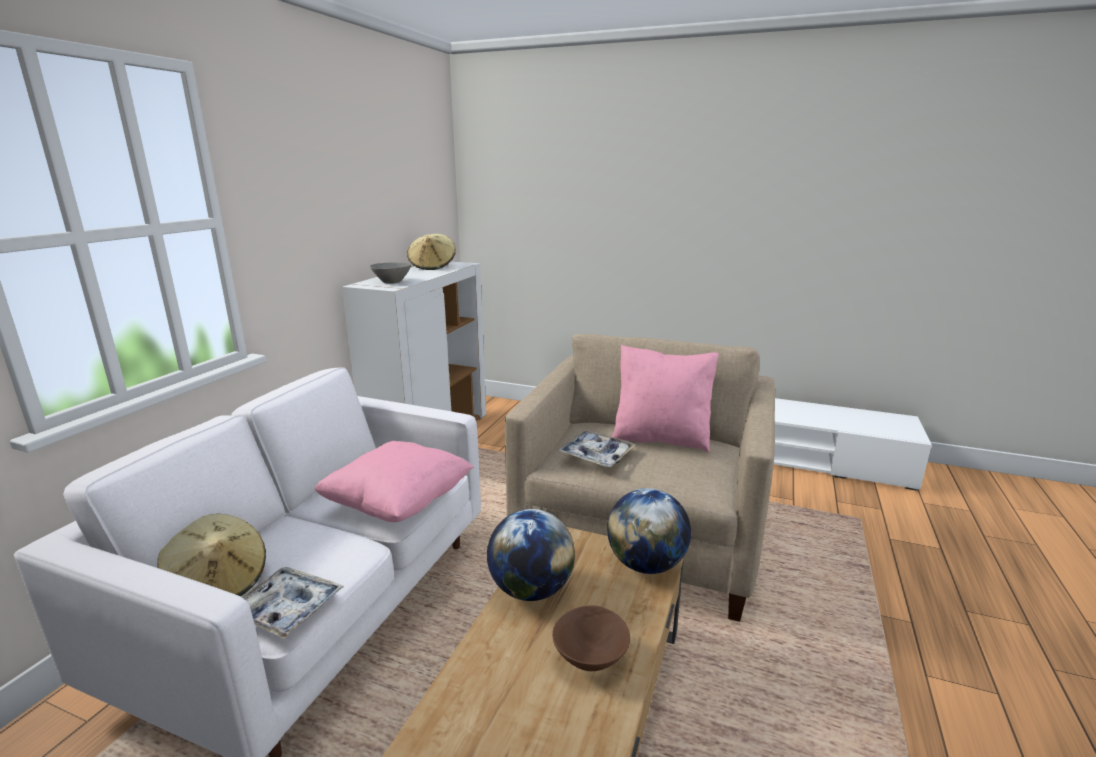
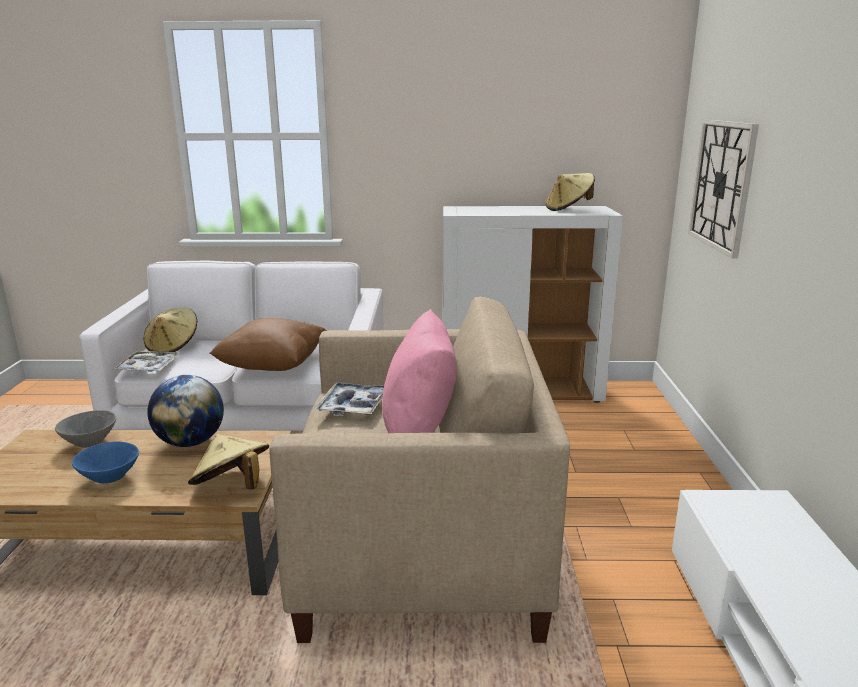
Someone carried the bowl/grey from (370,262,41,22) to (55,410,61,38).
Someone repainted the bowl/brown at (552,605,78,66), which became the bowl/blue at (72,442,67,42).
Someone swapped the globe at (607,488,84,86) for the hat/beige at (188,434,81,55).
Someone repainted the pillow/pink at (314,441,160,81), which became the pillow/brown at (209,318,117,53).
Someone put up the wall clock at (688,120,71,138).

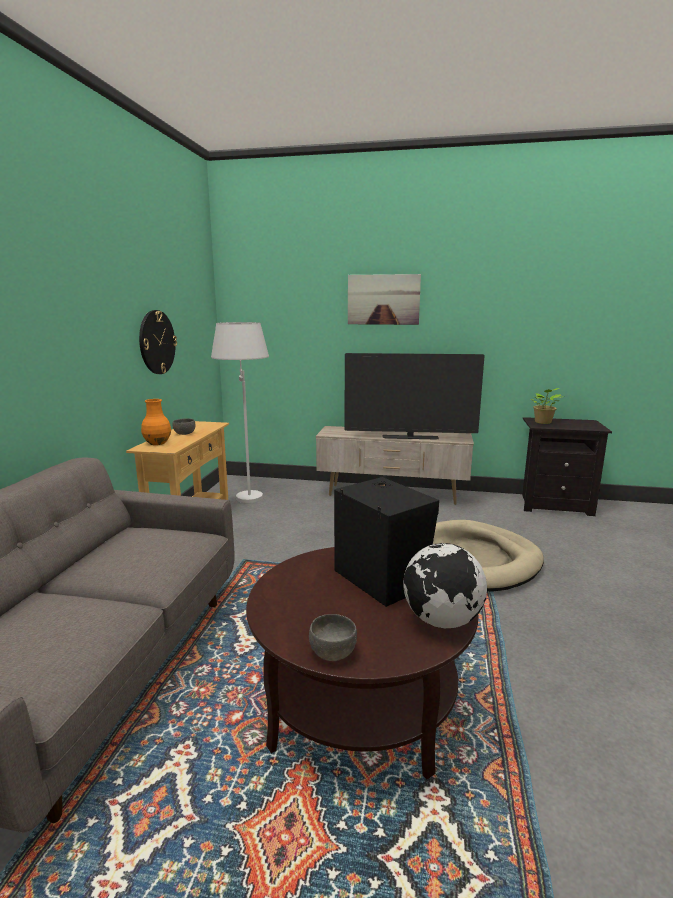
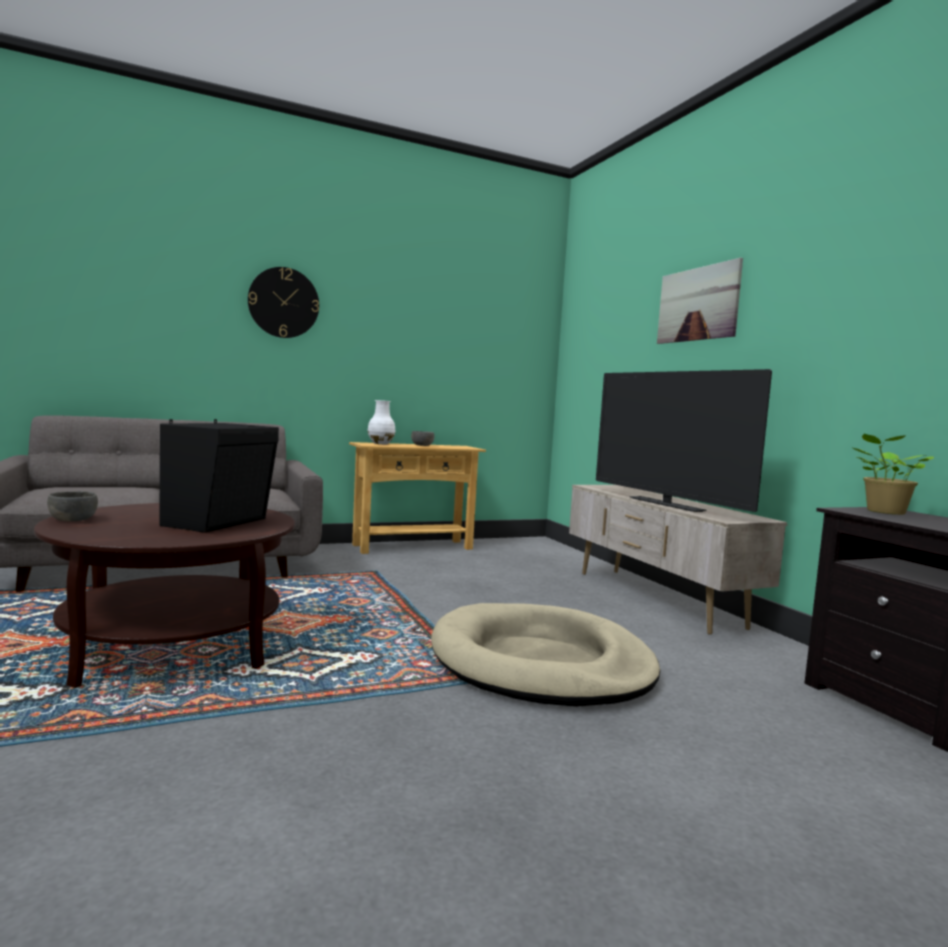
Someone carried the wall clock from (139,310,38,64) to (248,267,71,71).
Someone repainted the vase/orange at (141,399,30,46), which became the vase/white at (368,400,27,44).
Someone took away the floor lamp/white at (211,322,58,181).
Someone took away the globe at (403,543,84,85).

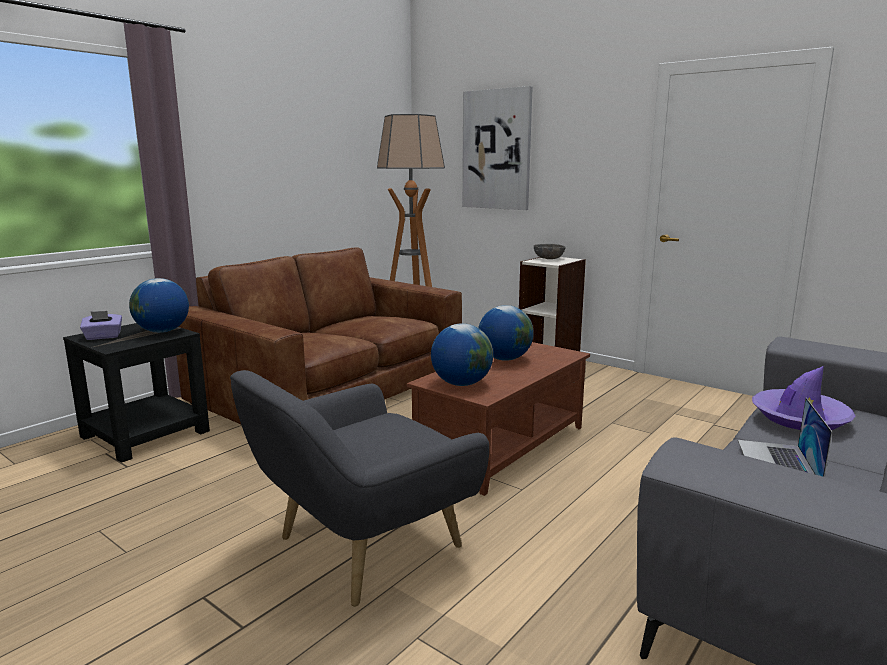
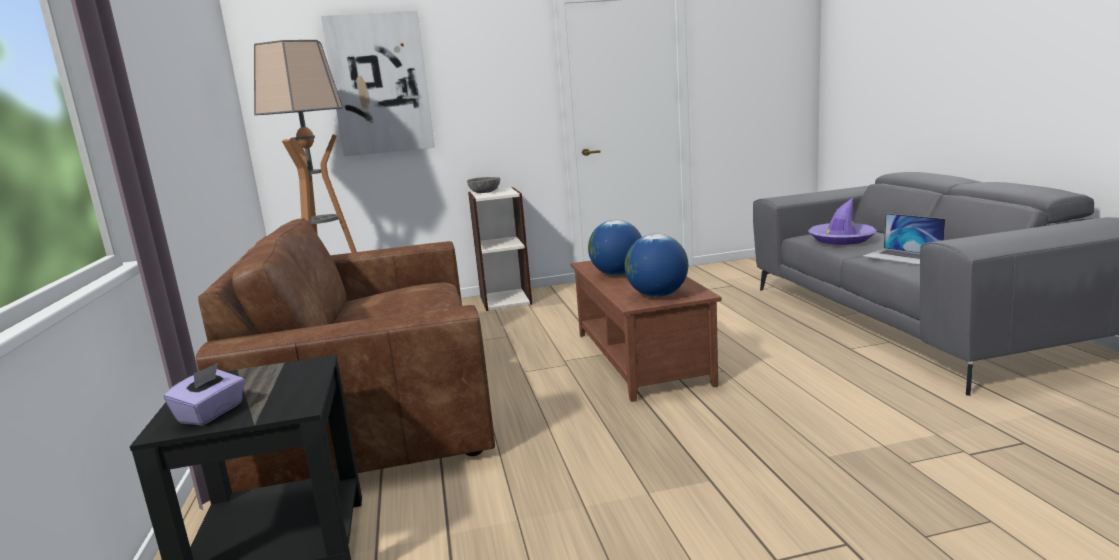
Someone took away the globe at (129,278,60,55).
Someone took away the armchair/grey at (230,370,259,237).

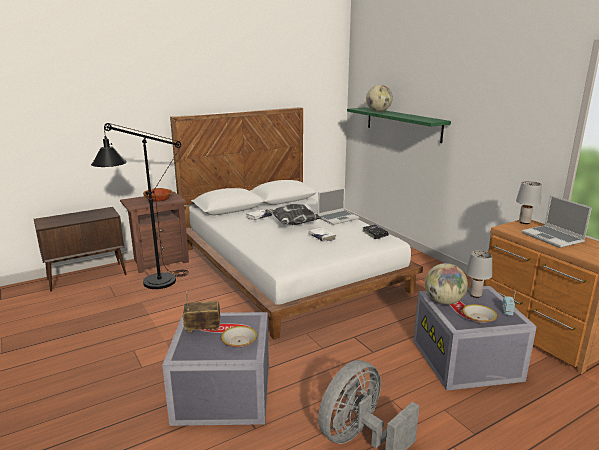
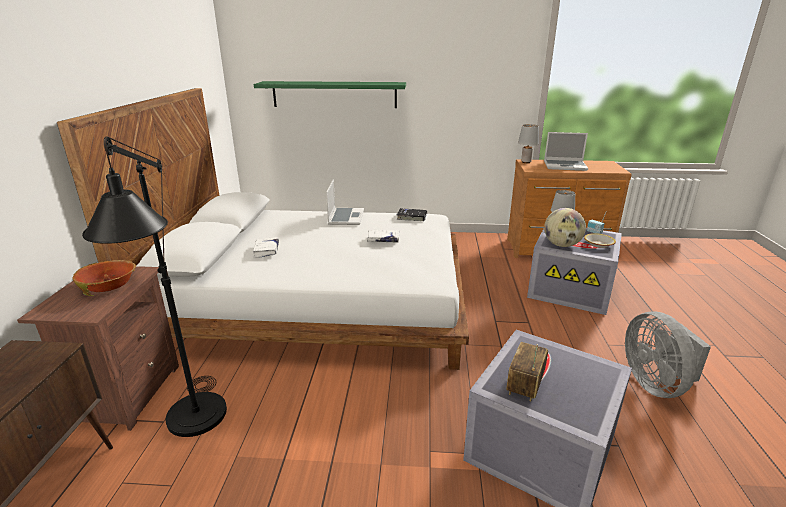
Someone took away the bowl at (221,326,36,22).
Someone took away the pillow at (265,204,57,21).
Someone took away the globe at (366,85,27,27).

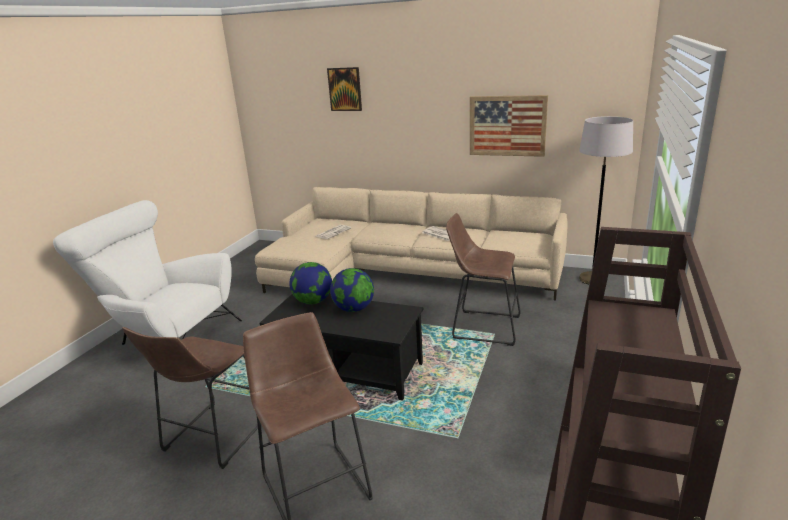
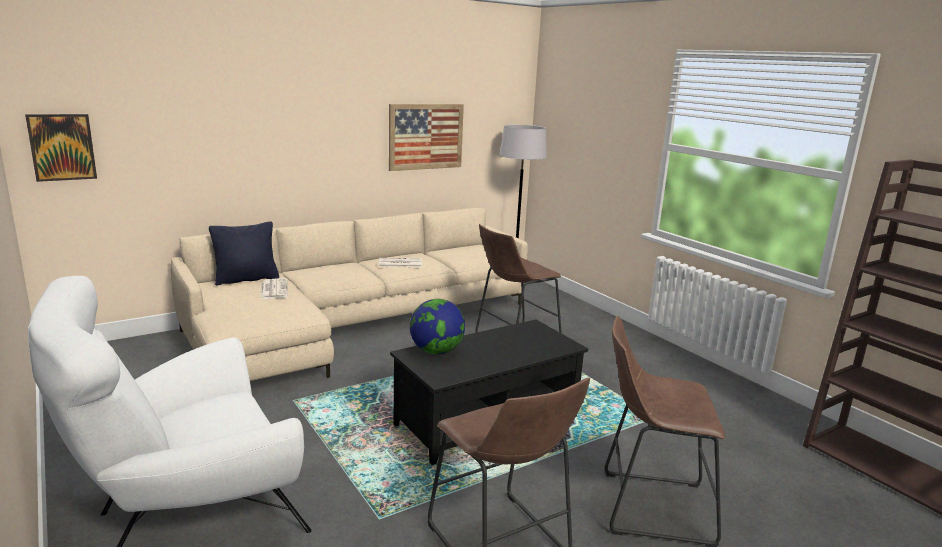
Someone carried the picture from (327,67,35,44) to (25,114,72,68).
Someone put down the pillow/black at (209,221,70,64).
Someone took away the globe at (330,268,44,44).

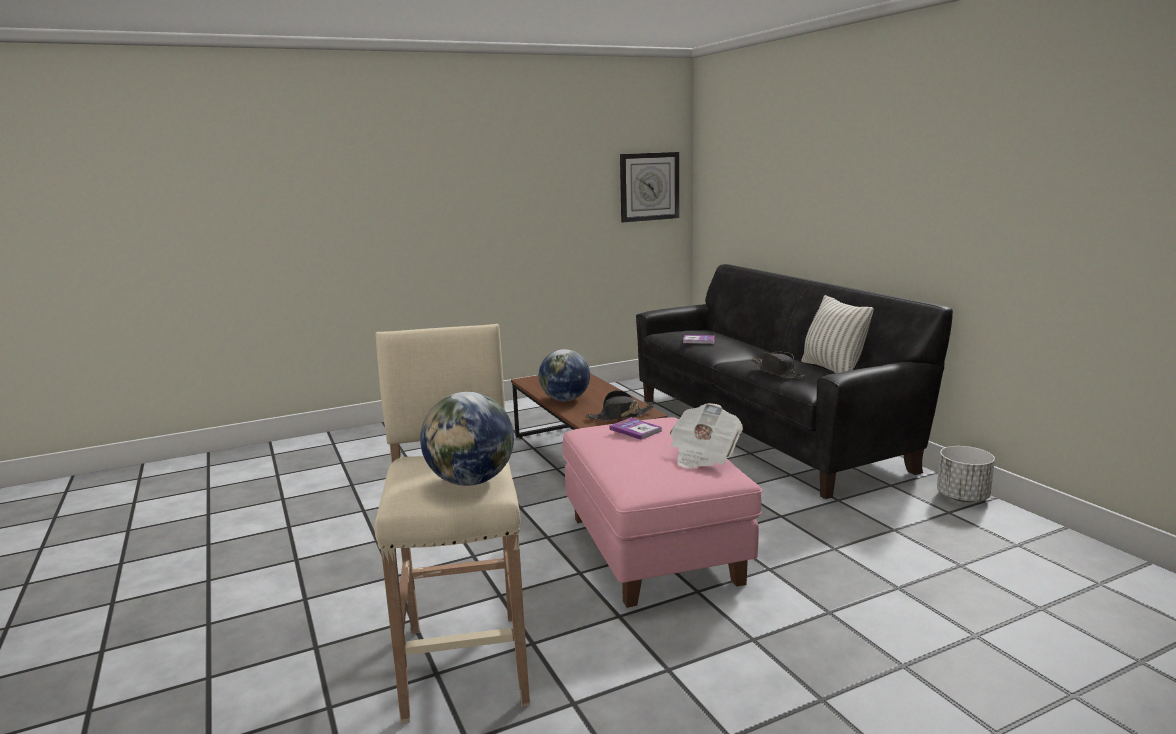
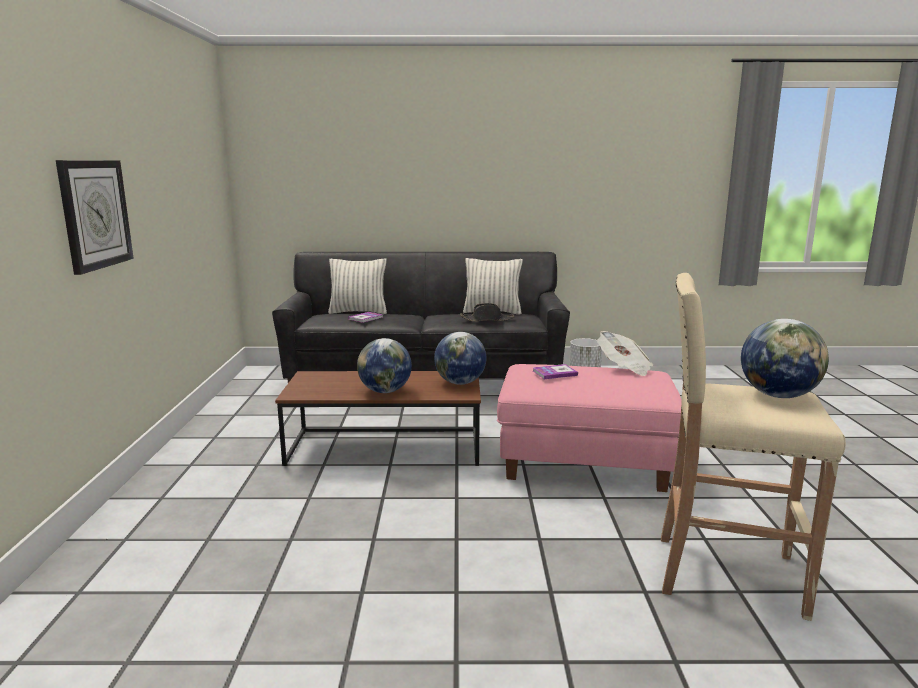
Someone carried the wall clock from (620,152,59,70) to (56,160,78,115).
Someone put down the pillow at (328,258,59,56).
Someone swapped the hat/black at (586,390,68,31) for the globe at (434,332,52,53).

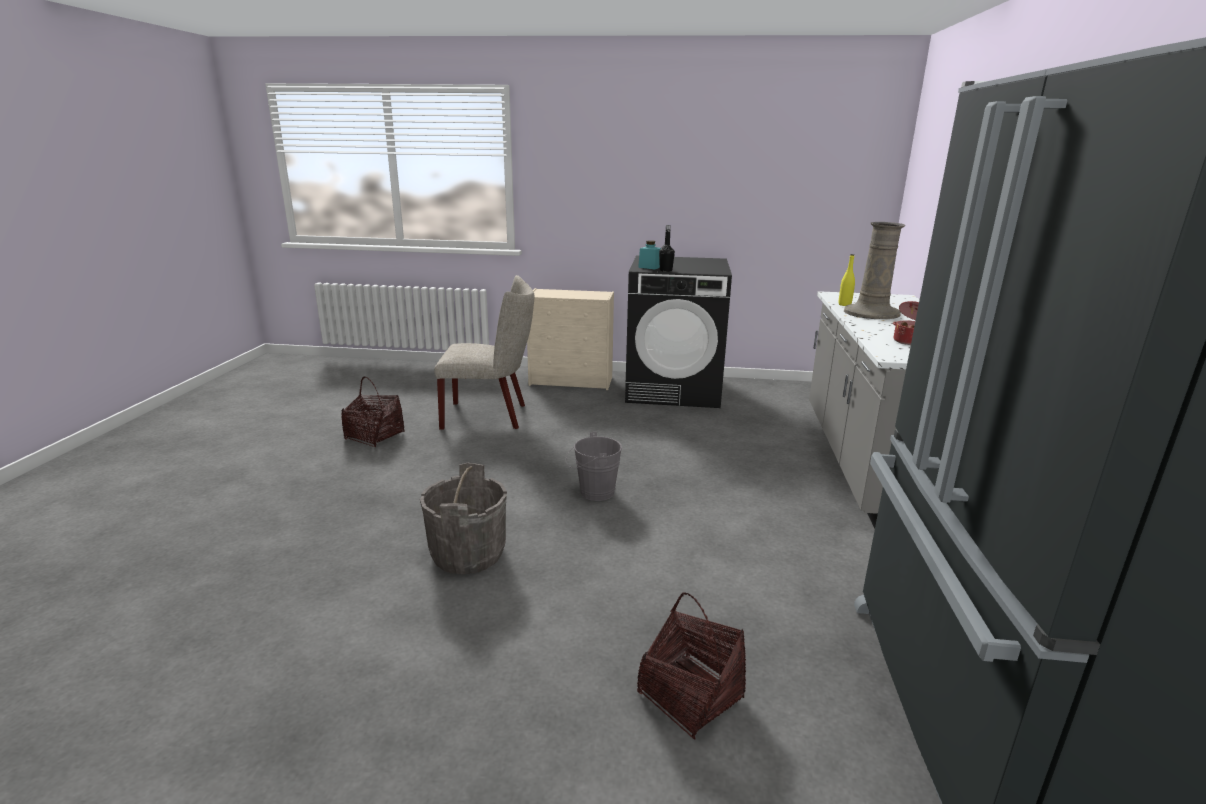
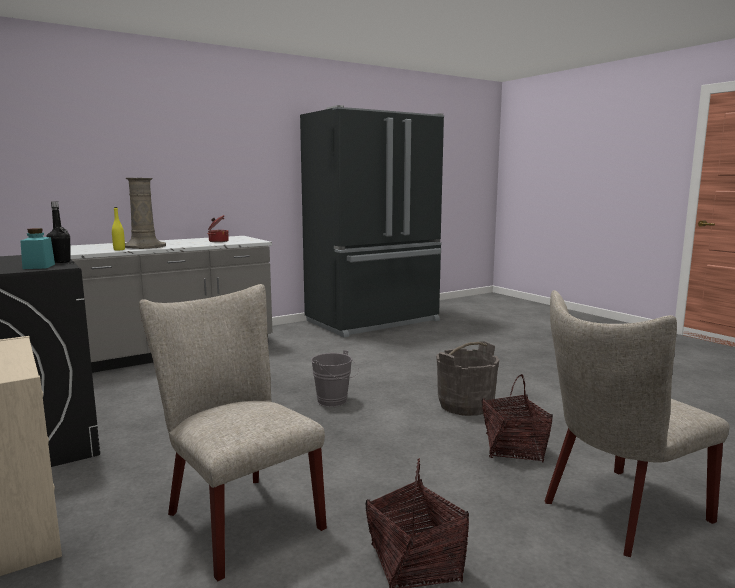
Someone carried the basket from (637,592,109,148) to (482,374,71,88).
Someone put down the chair/beige at (545,290,184,267).

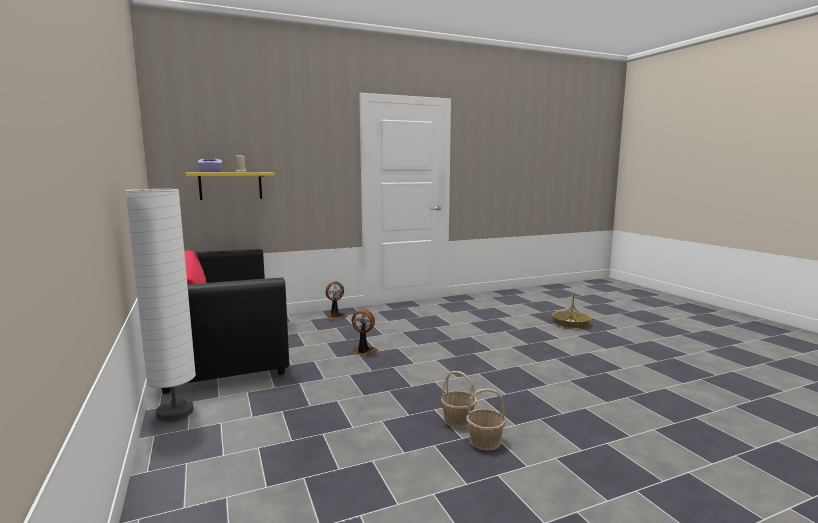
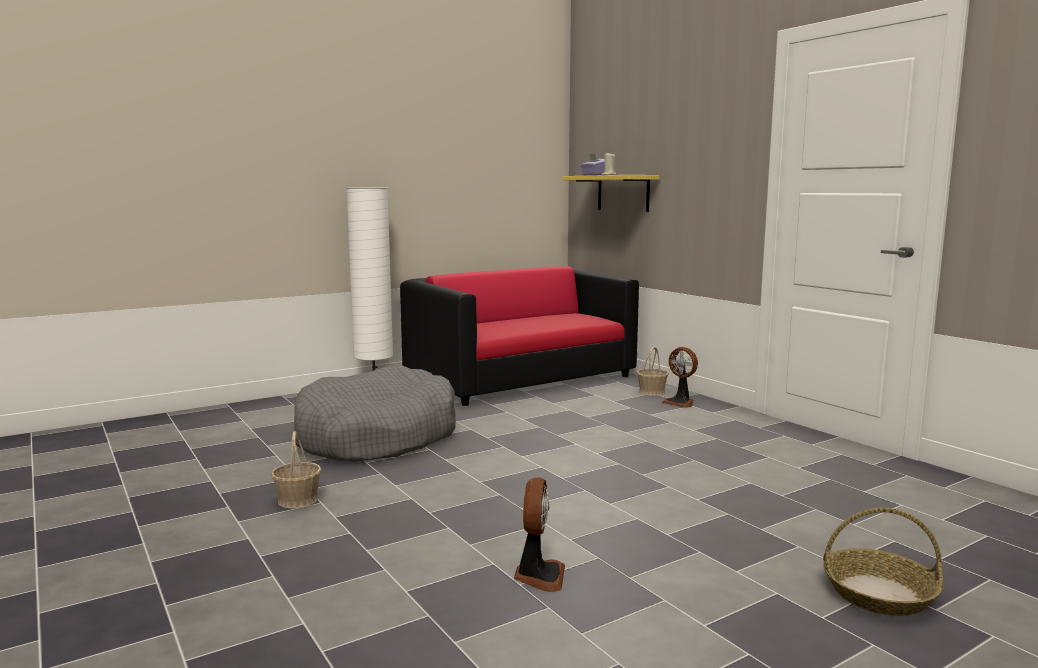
Someone put down the dog bed/grey at (294,366,162,96).
Someone carried the fan from (352,309,26,46) to (514,477,51,115).
Someone carried the basket from (441,371,36,57) to (637,347,32,49).

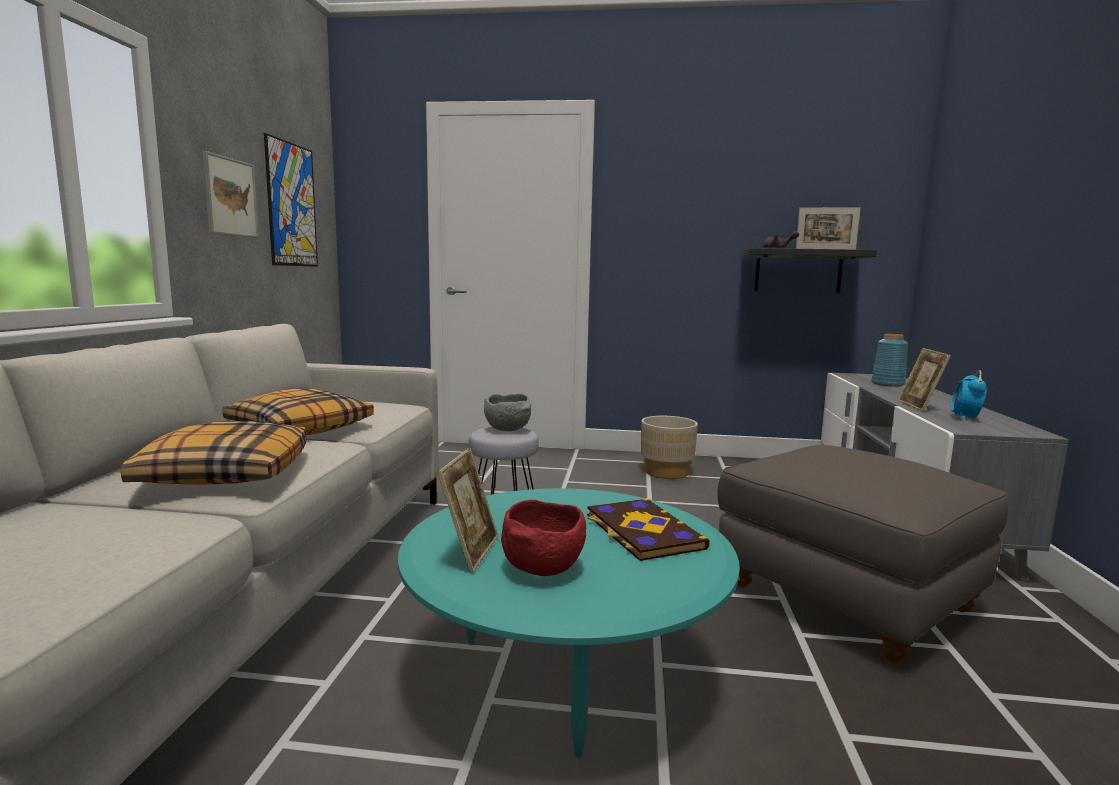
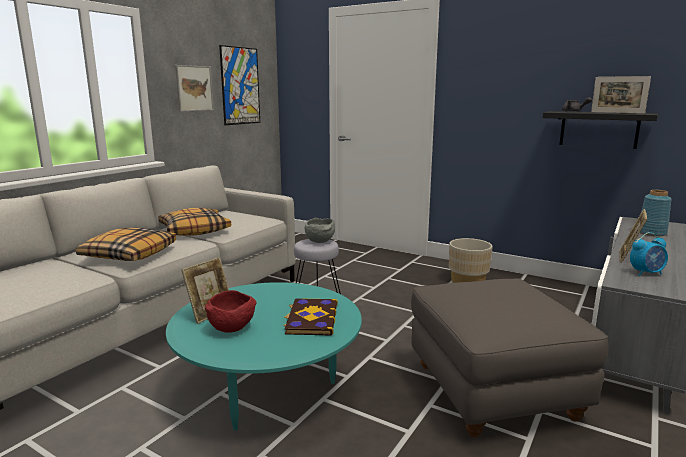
Someone rotated the alarm clock at (951,370,36,51) by 150 degrees counterclockwise.

